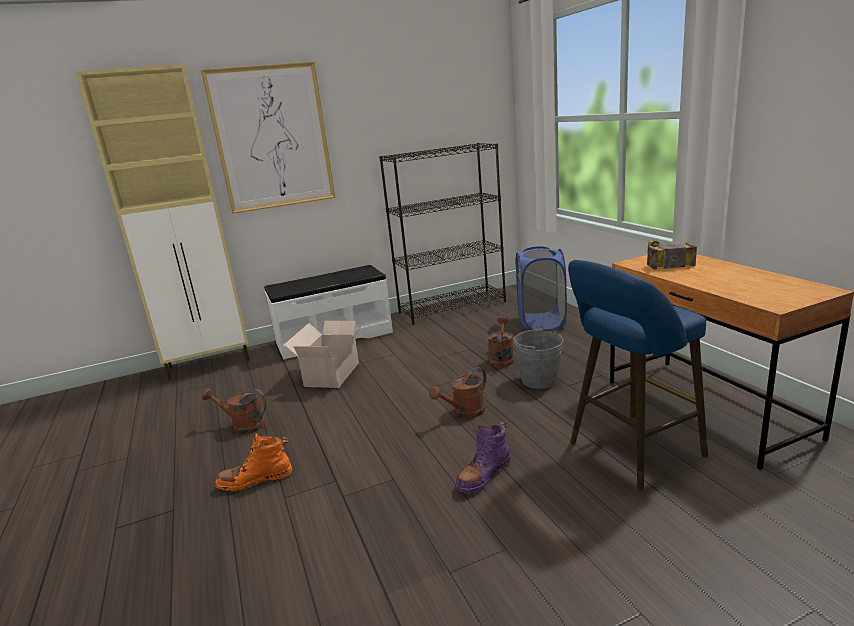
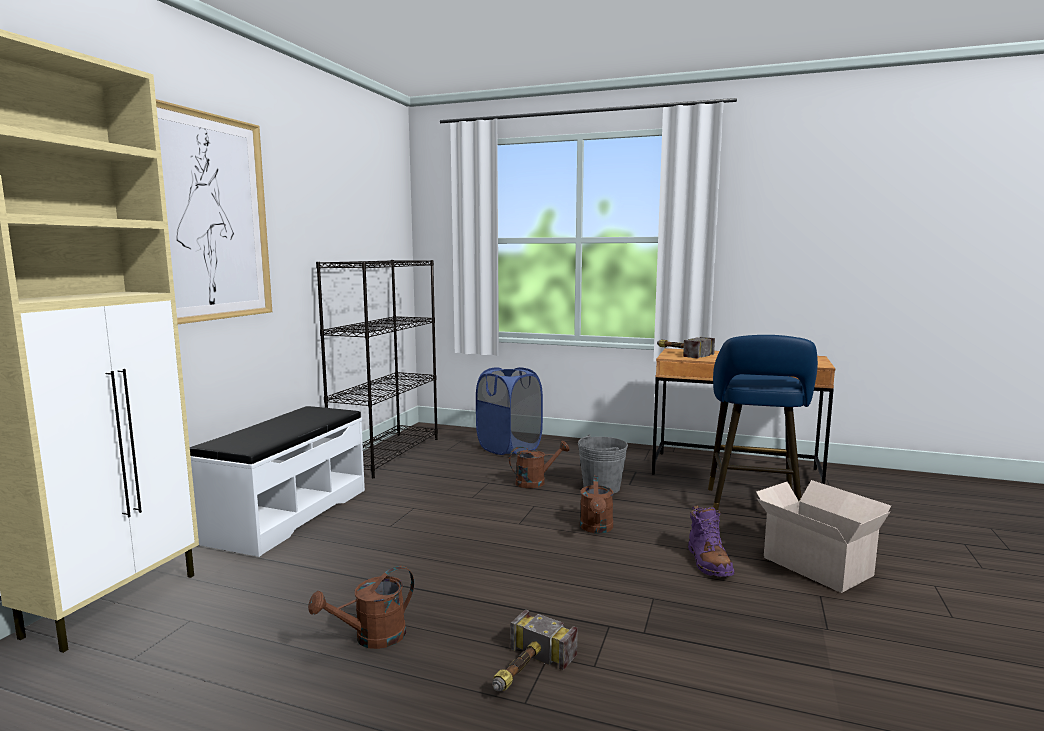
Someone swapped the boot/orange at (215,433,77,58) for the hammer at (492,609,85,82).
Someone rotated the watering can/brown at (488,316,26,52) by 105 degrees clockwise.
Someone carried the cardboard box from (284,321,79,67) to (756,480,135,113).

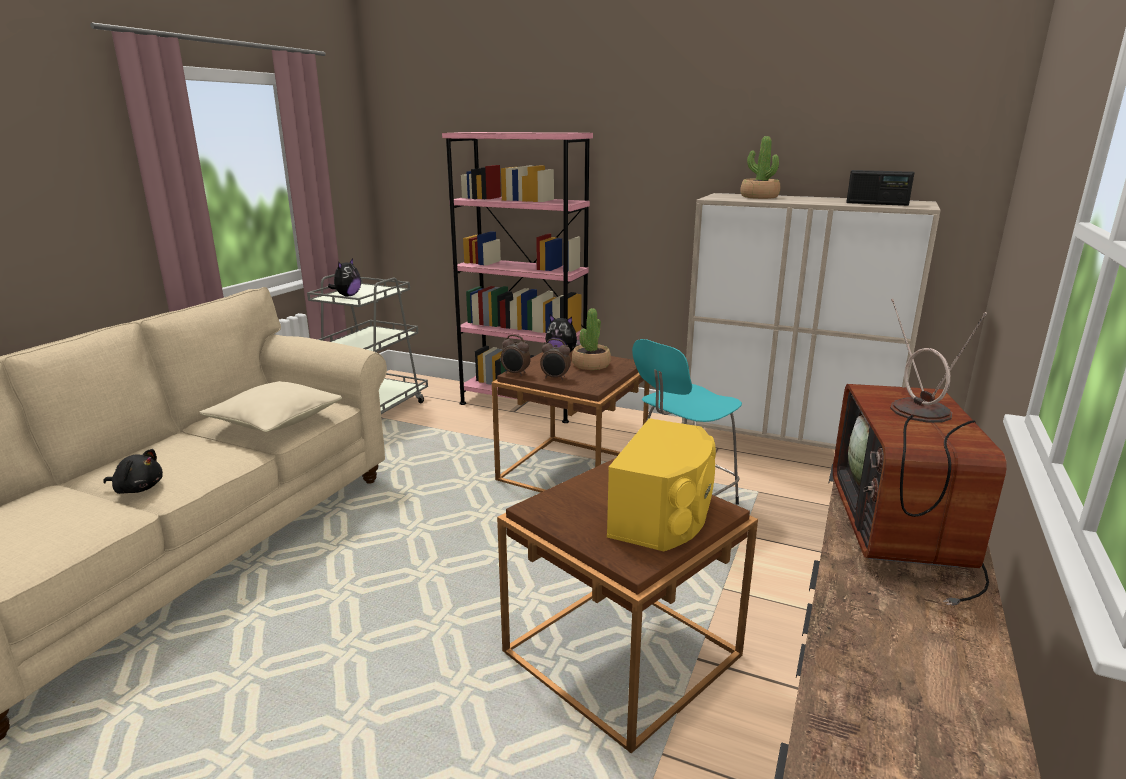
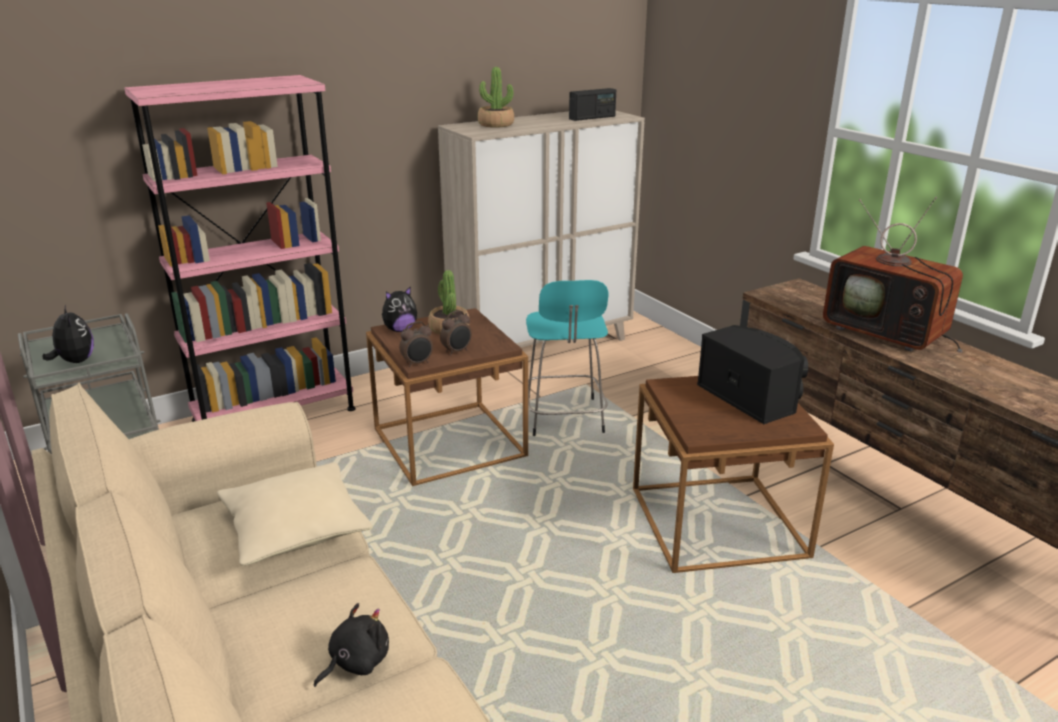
Someone repainted the speaker/yellow at (607,418,109,133), which became the speaker/black at (697,325,111,99).

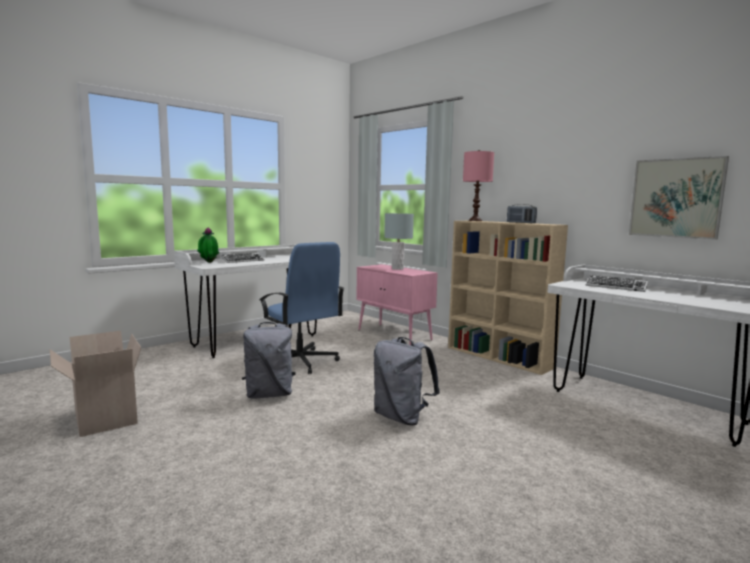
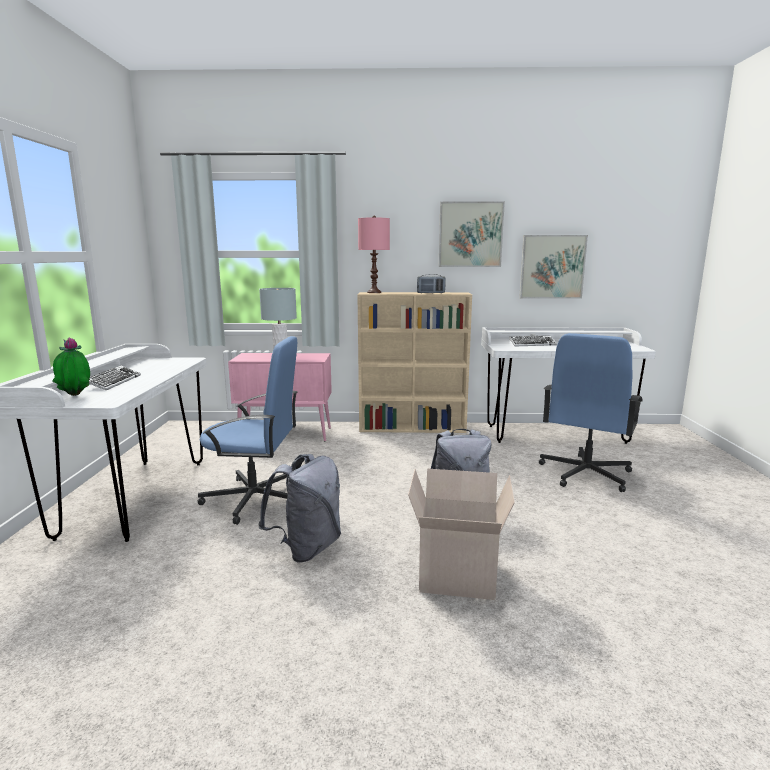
Someone carried the cardboard box from (50,331,91,106) to (408,469,107,131).
Someone put up the picture at (439,201,66,66).
Someone put down the office chair/blue at (539,333,104,159).

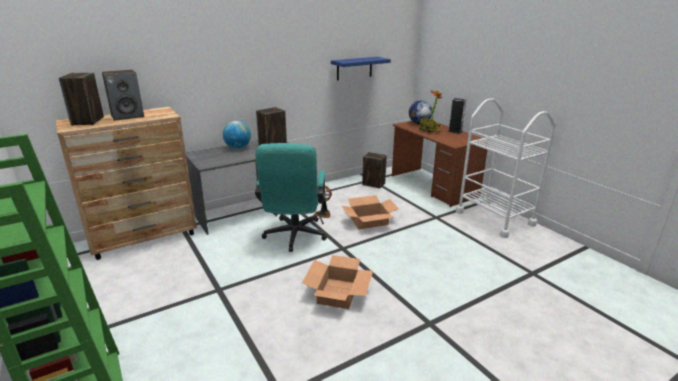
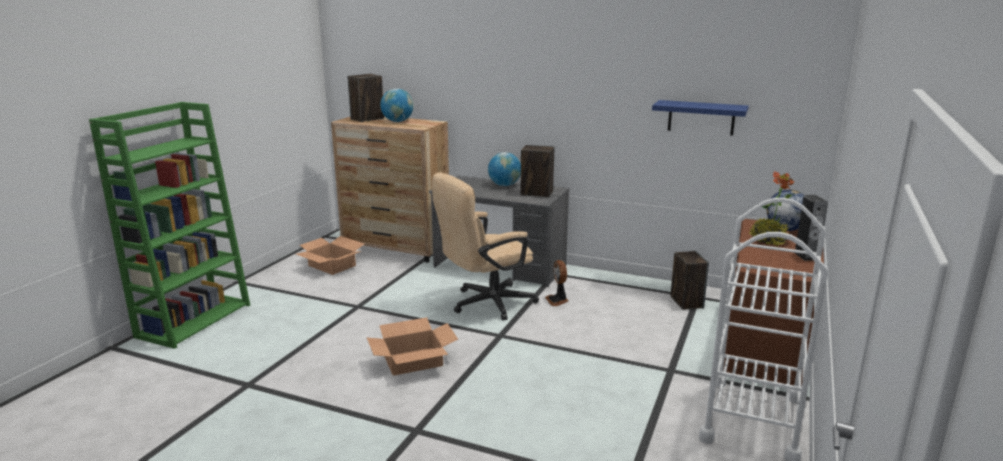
Someone carried the cardboard box from (342,195,57,34) to (296,236,68,39).
Someone swapped the speaker at (102,69,42,52) for the globe at (380,88,34,34).
Someone repainted the office chair/turquoise at (255,143,72,109), which became the office chair/beige at (432,172,107,148).

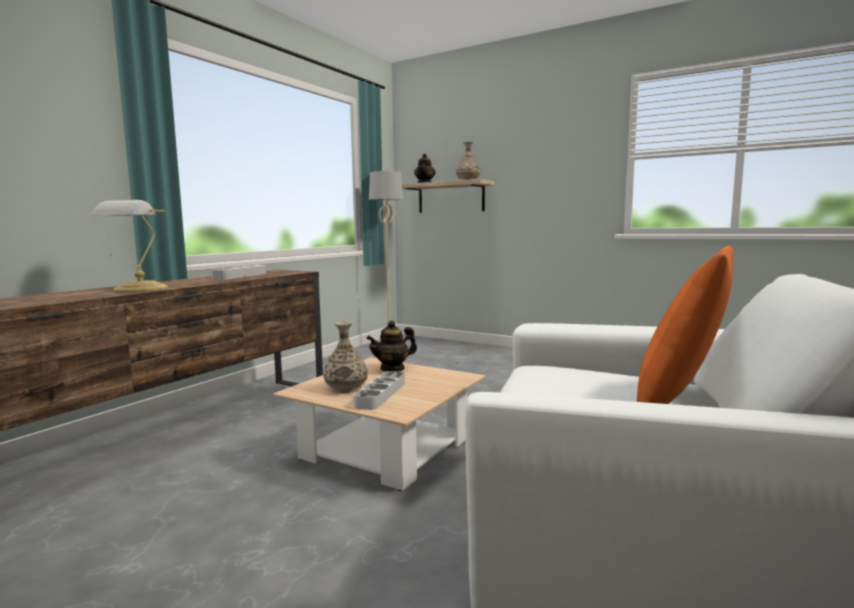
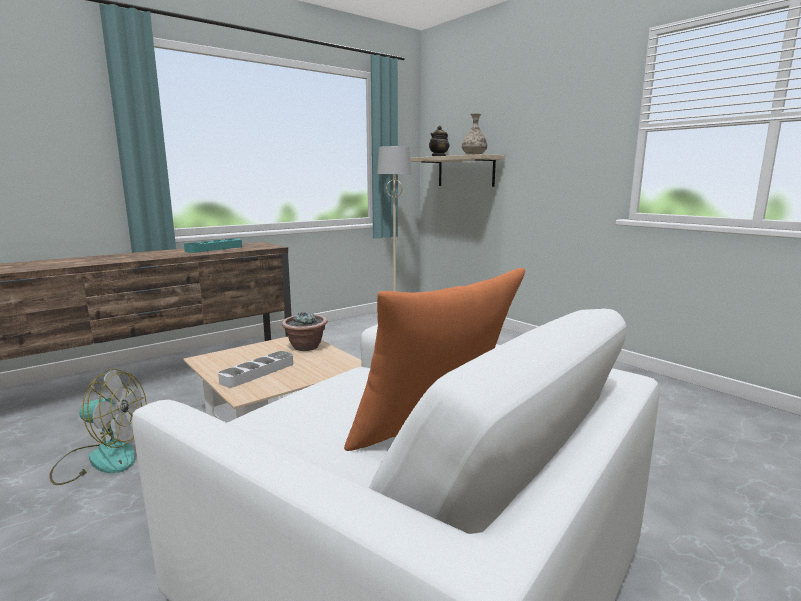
Someone put down the fan at (49,369,98,116).
Someone repainted the tray/grey at (211,265,55,15), which became the tray/turquoise at (184,239,58,14).
Someone swapped the teapot at (366,320,51,52) for the potted plant at (282,311,45,40).
Someone took away the table lamp at (91,200,77,92).
Someone took away the vase at (323,321,45,72).

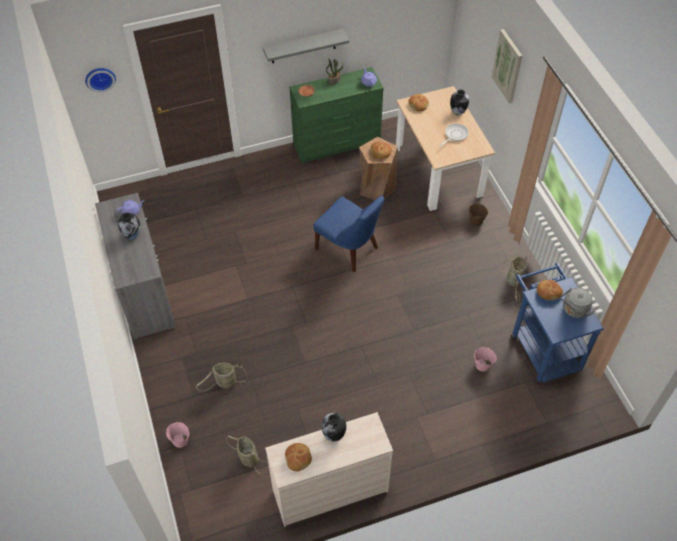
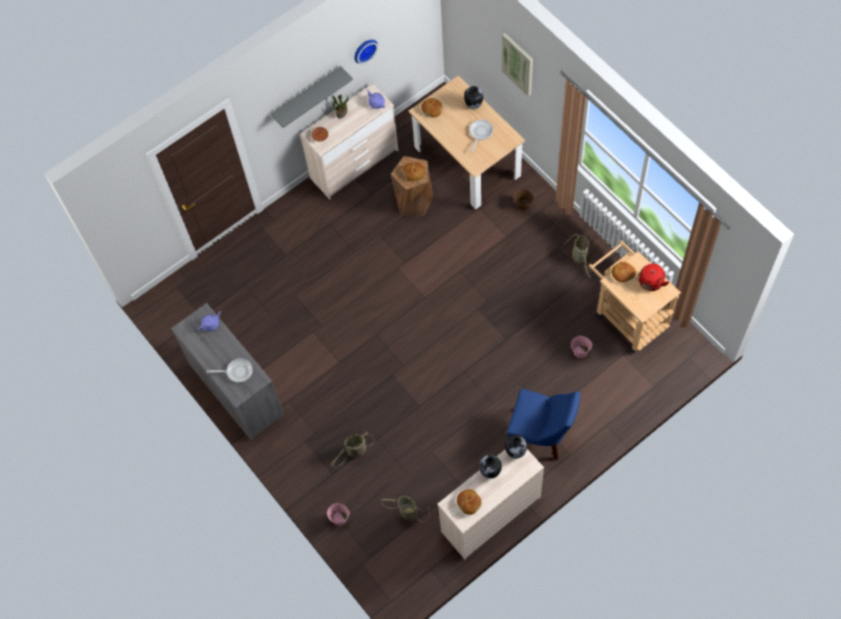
Someone put down the frying pan at (207,358,46,25).
Someone repainted the dresser/green at (289,67,95,98), which became the dresser/beige at (300,84,98,115).
Someone carried the wall clock from (85,68,31,24) to (354,40,24,24).
Someone carried the vase from (118,212,22,27) to (505,434,22,24).
Someone carried the chair/blue from (313,195,71,78) to (507,389,73,71).
Someone repainted the cart/blue at (510,263,94,121), which became the cart/beige at (589,240,92,113).
Someone repainted the kettle/grey at (561,288,34,30), which became the kettle/red at (637,263,32,28).

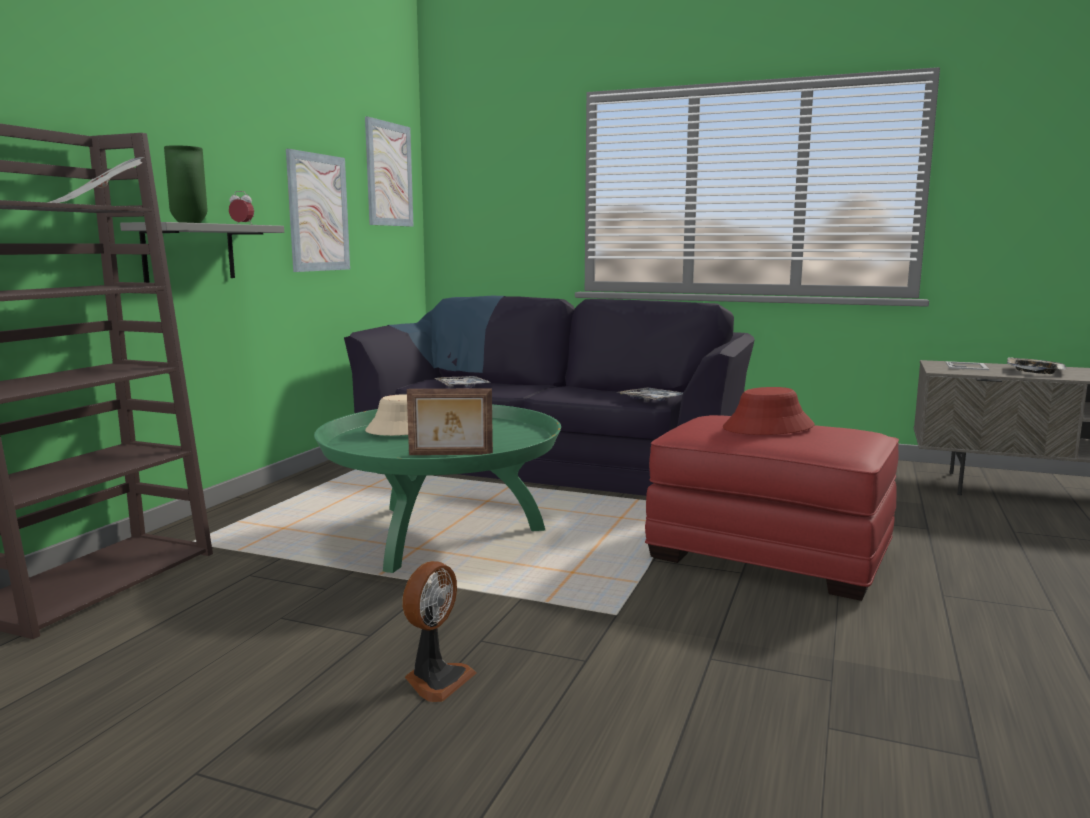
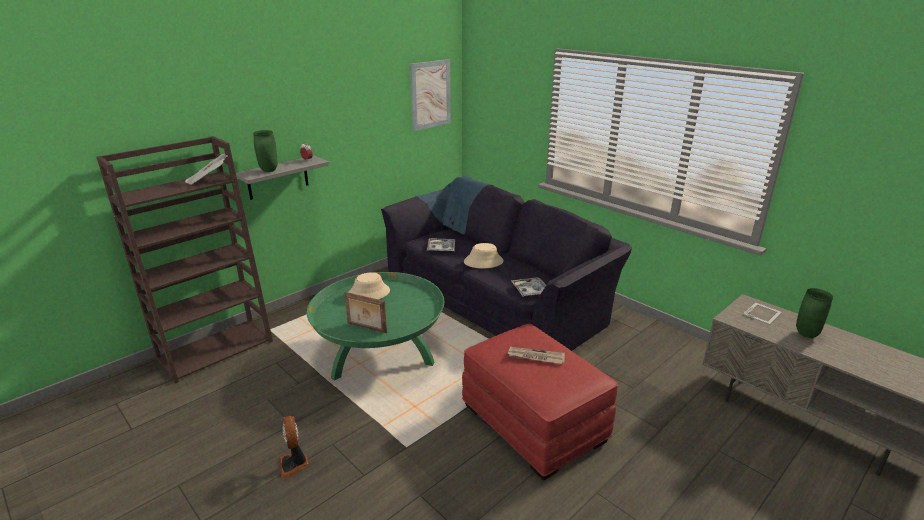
Someone rotated the fan at (402,561,74,141) by 105 degrees clockwise.
Someone put down the hat/beige at (464,243,40,26).
Someone swapped the hat/red at (723,387,92,48) for the newspaper at (507,347,58,17).
Someone swapped the tray at (1007,357,59,17) for the vase/green at (796,288,37,50).
Someone took away the picture at (286,149,64,123).

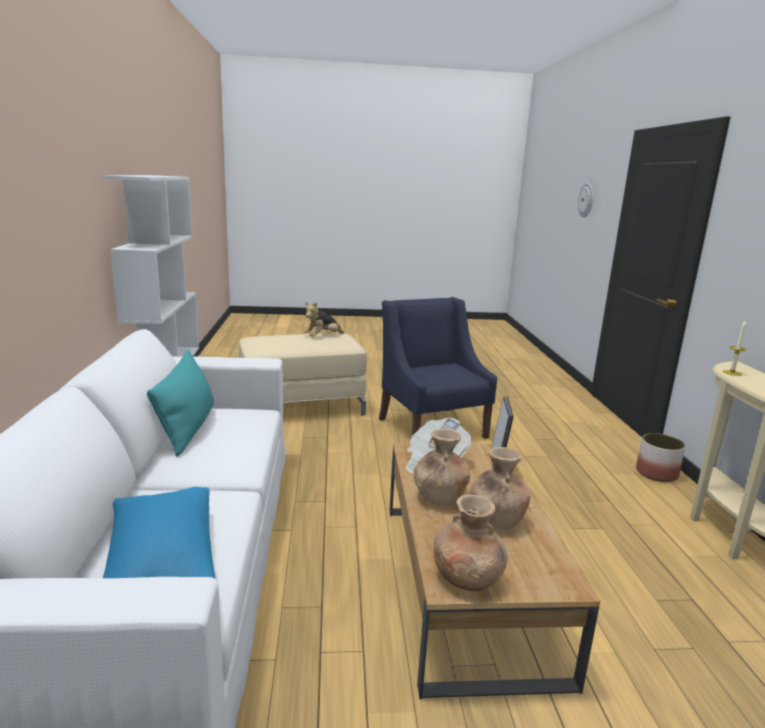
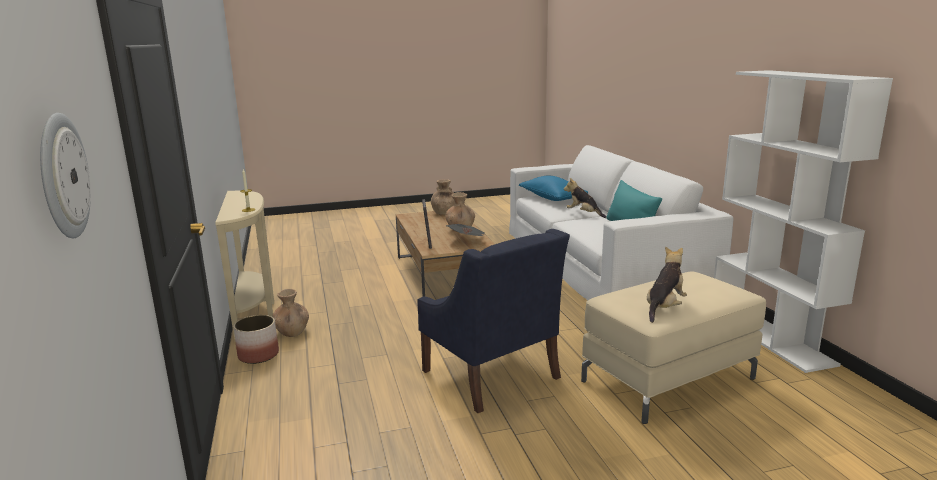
Someone carried the vase/brown from (470,447,61,83) to (272,289,37,48).
Someone put down the plush toy at (564,178,42,40).

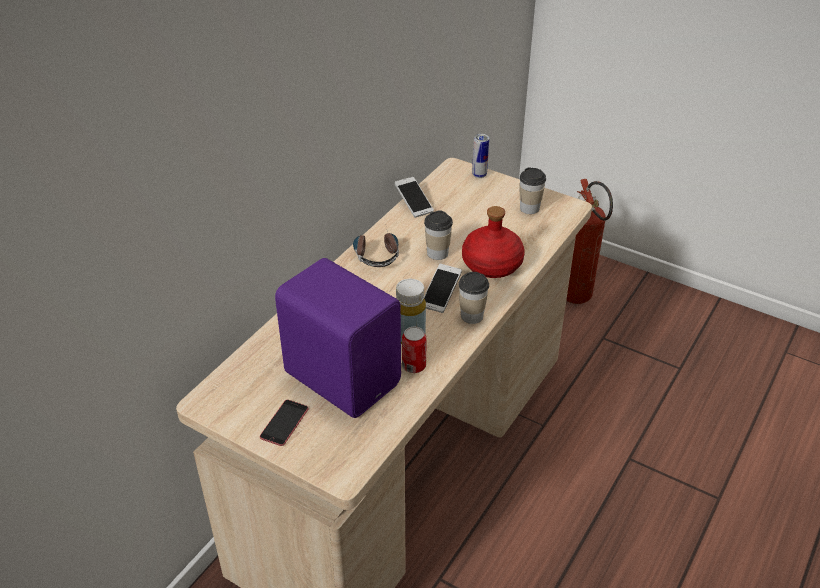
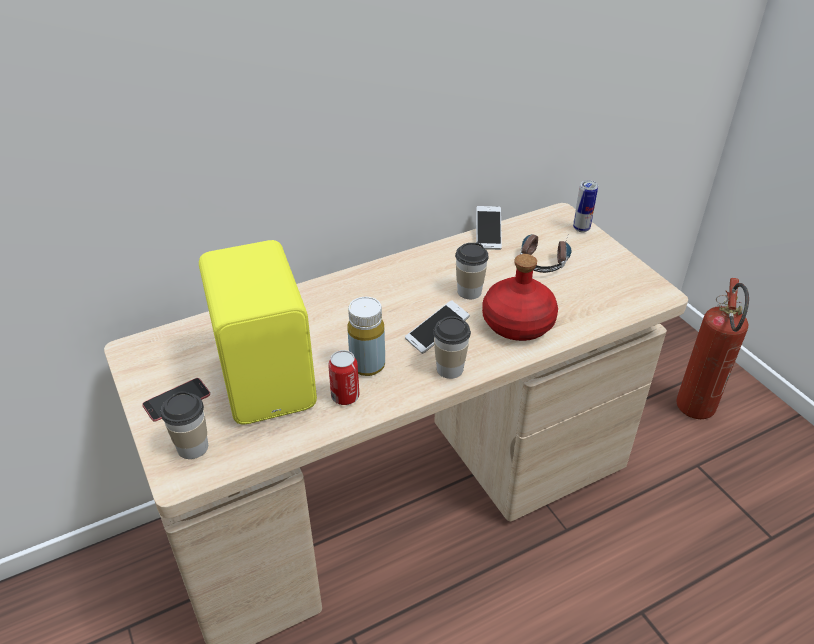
Someone carried the cup from (519,167,27,47) to (161,391,47,68).
Someone repainted the speaker/purple at (275,258,126,160), which became the speaker/yellow at (199,240,118,185).
Someone carried the headphones from (353,224,46,43) to (520,234,51,39).

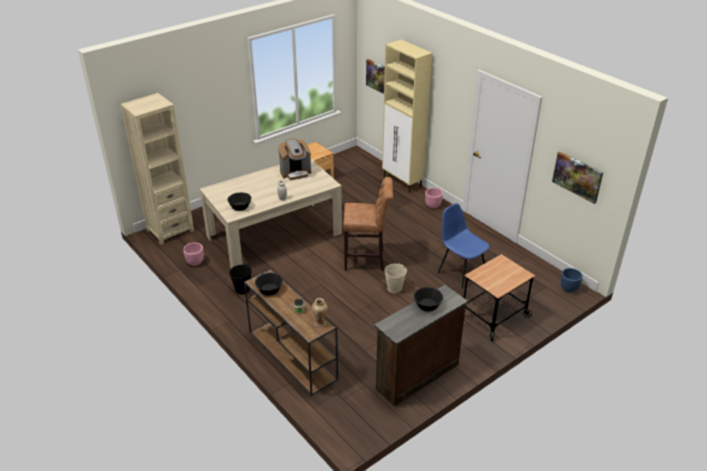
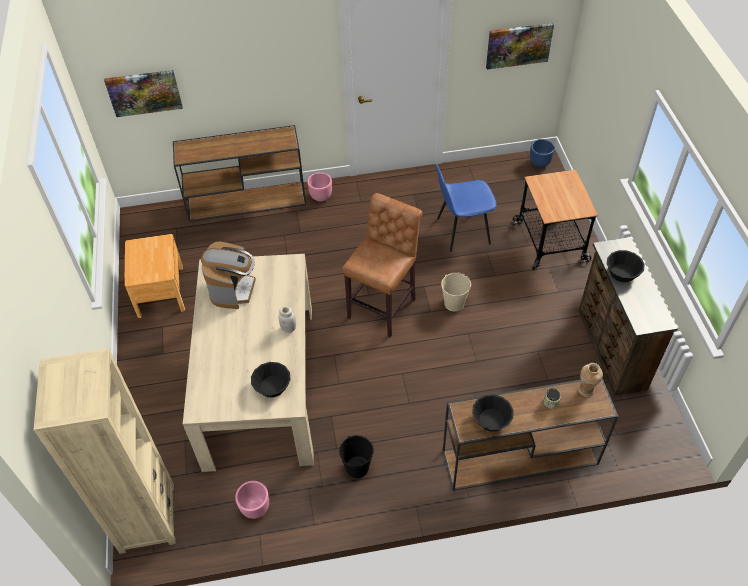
Someone swapped the cabinet/beige at (382,40,50,153) for the console table/brown at (173,125,133,97).

